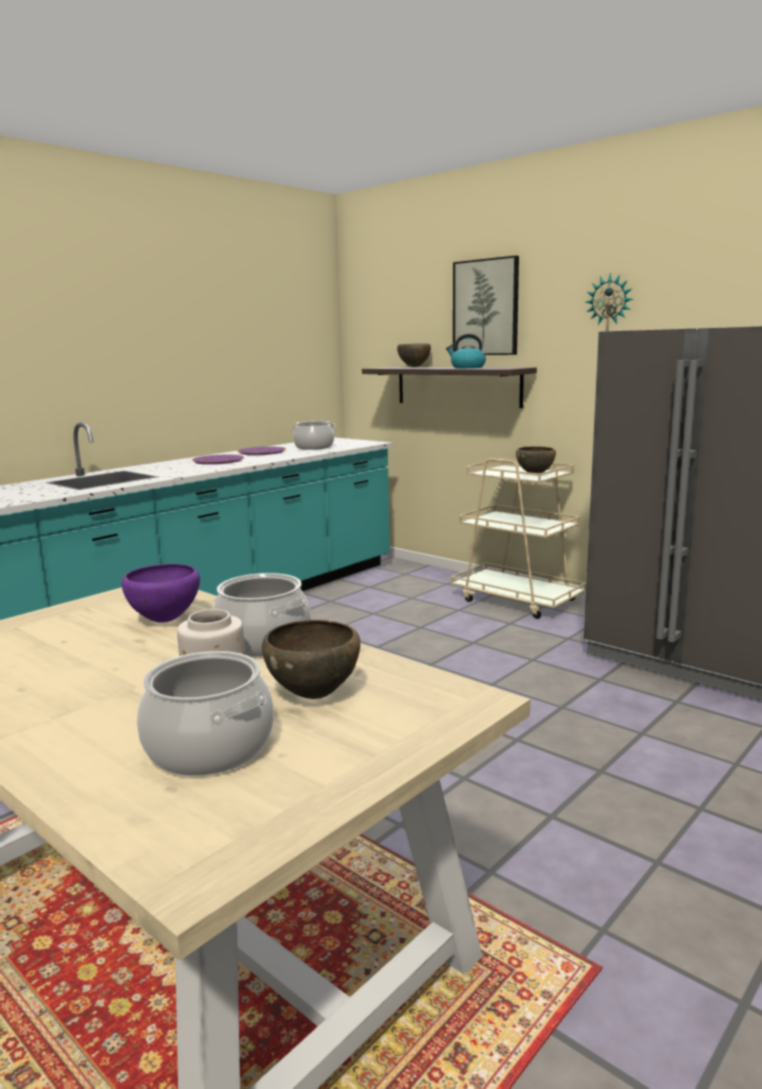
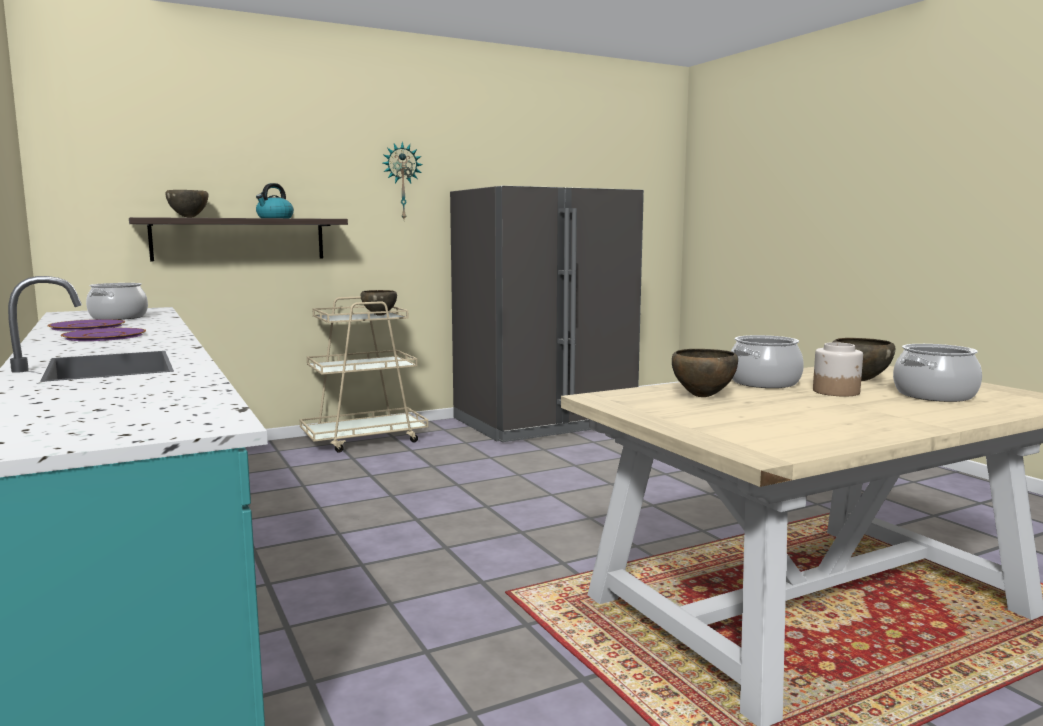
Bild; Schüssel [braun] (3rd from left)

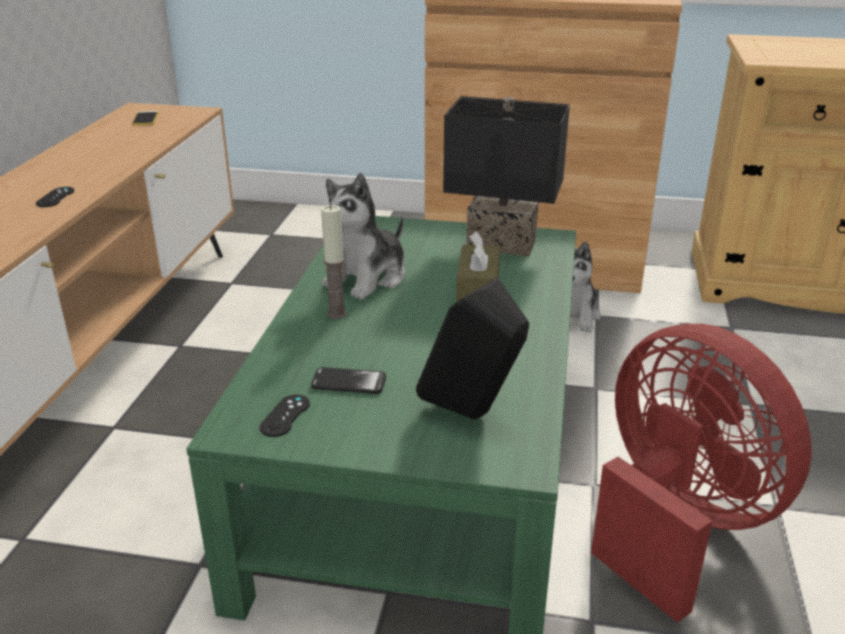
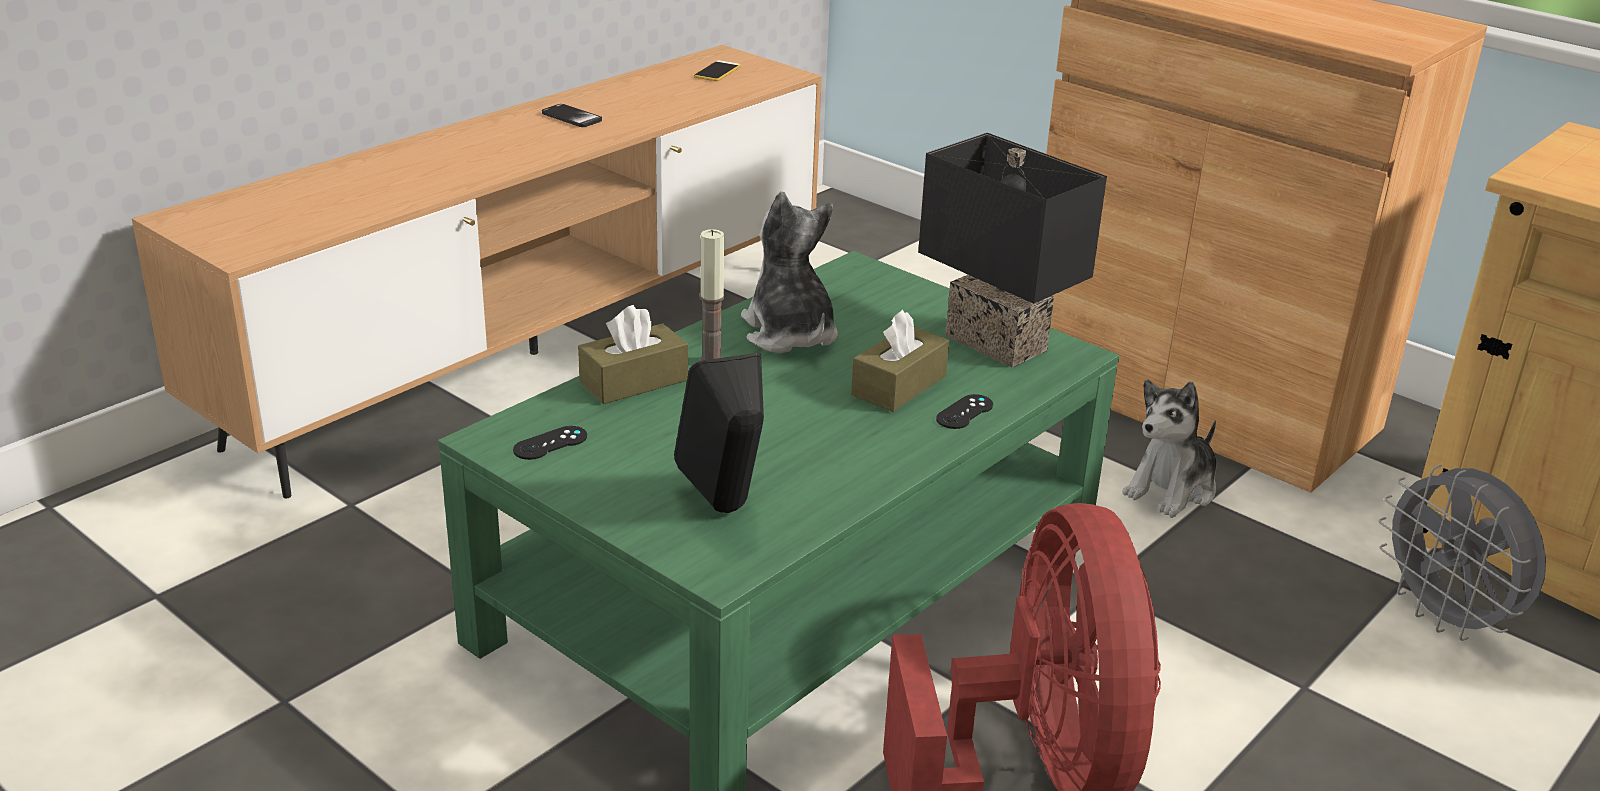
Taschentuchbox [braun] (1st from left); Ventilator [grau]; Gamepad [schwarz] (2nd from left); Handy (1st from left); Plüschtier (1st from left)

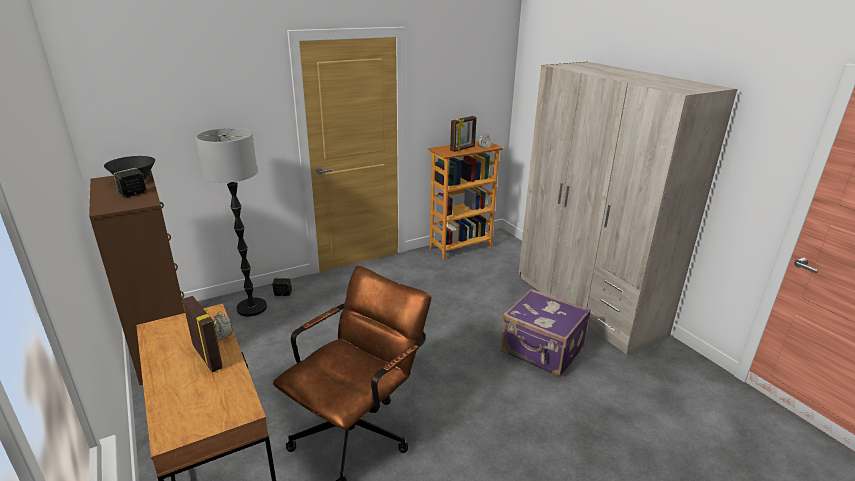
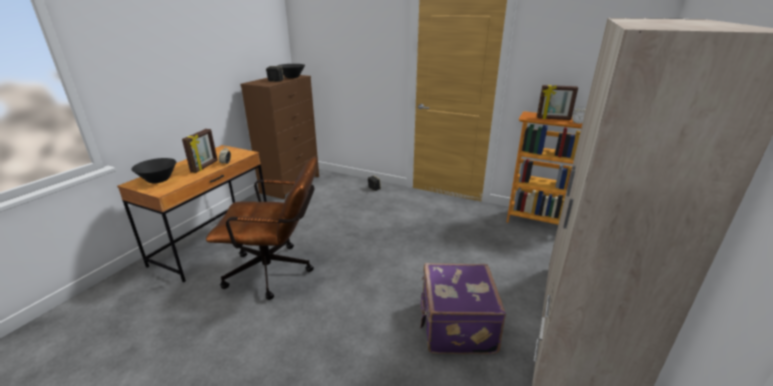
Stehlampe; Schüssel [schwarz] (1st from left)

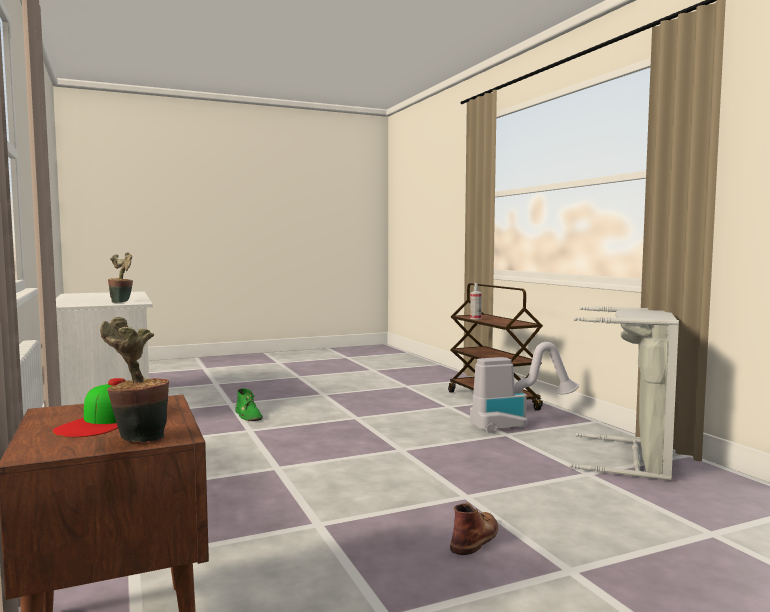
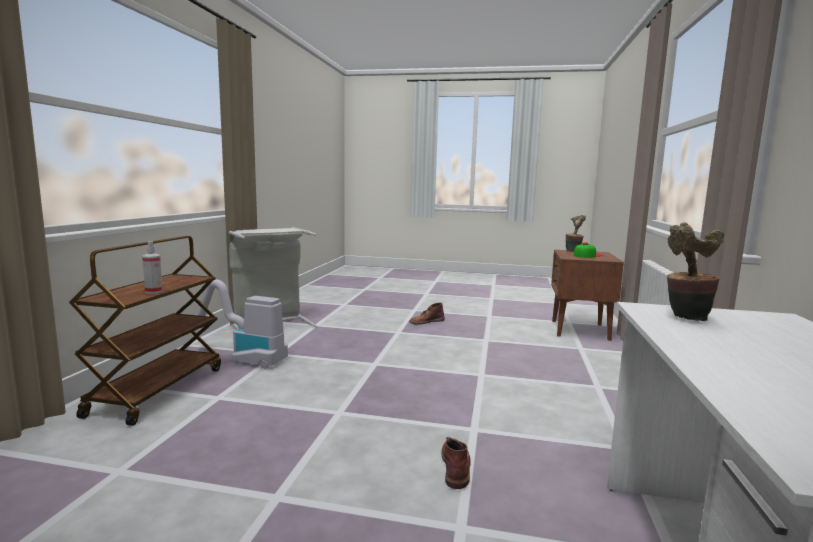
Stiefel [braun] (2nd from left)

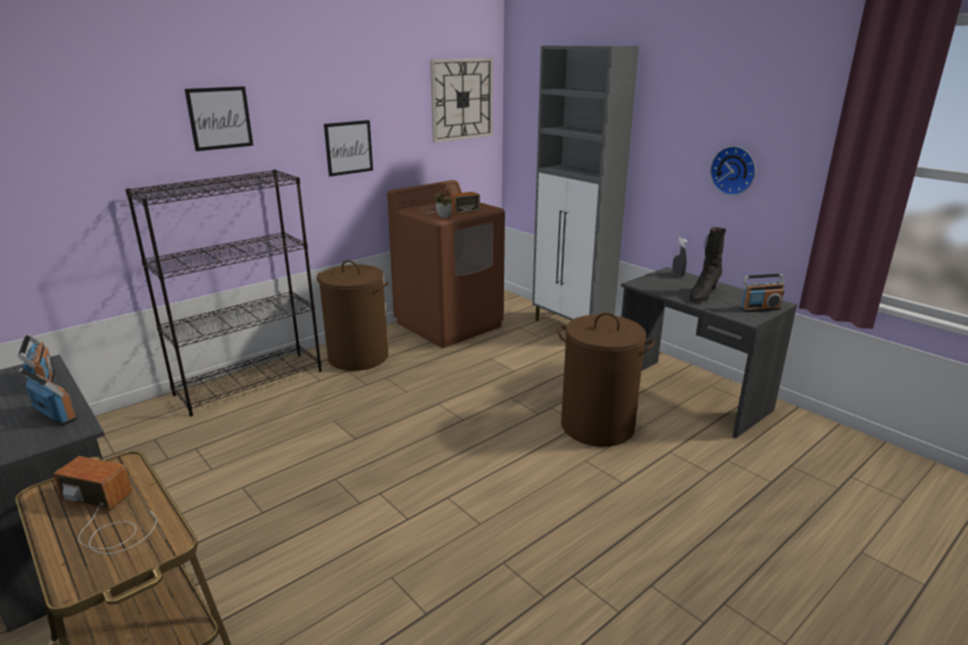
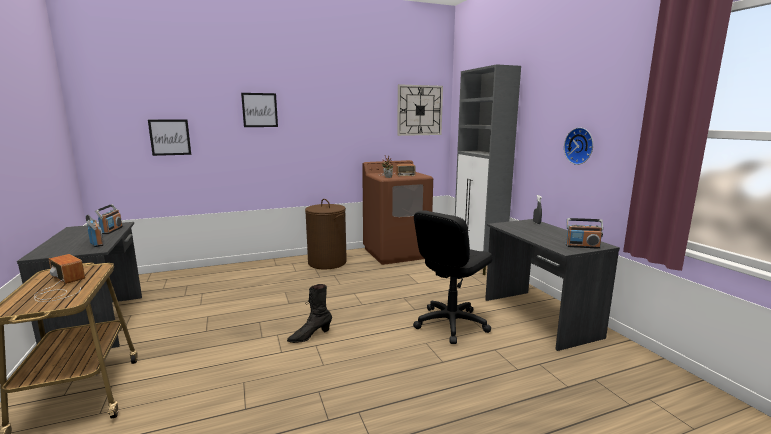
Bücherregal [schwarz]; Bild (1st from left); Stiefel [schwarz]; Bürostuhl [schwarz]

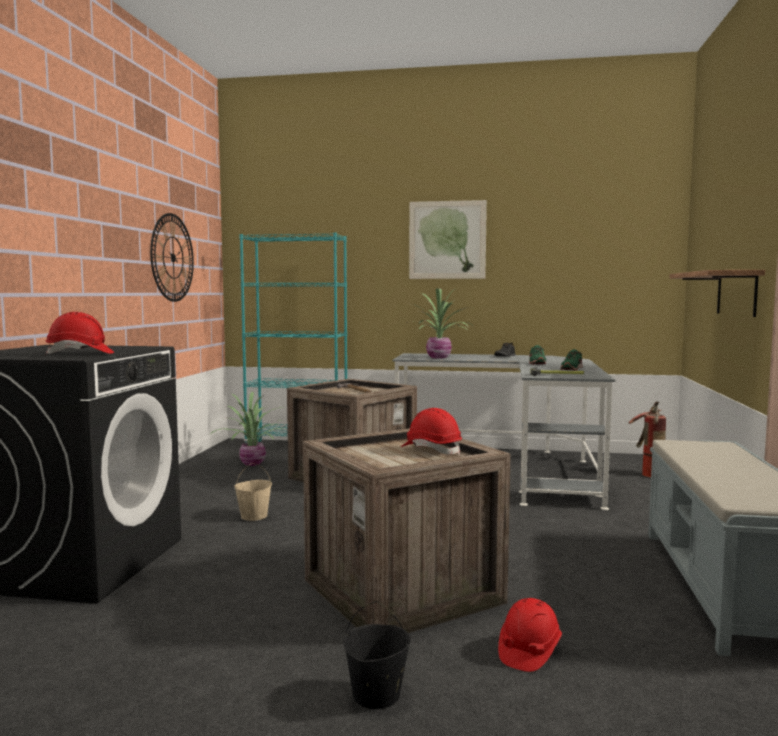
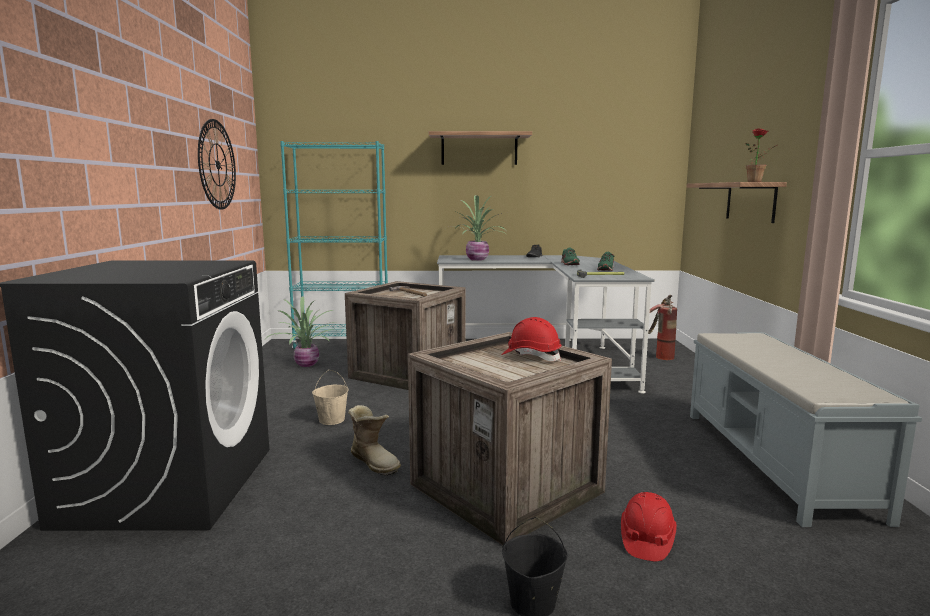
Schutzhelm [rot] (1st from left in the first image); Stiefel; Topfpflanze (3rd from left); Wandregal (1st from left)

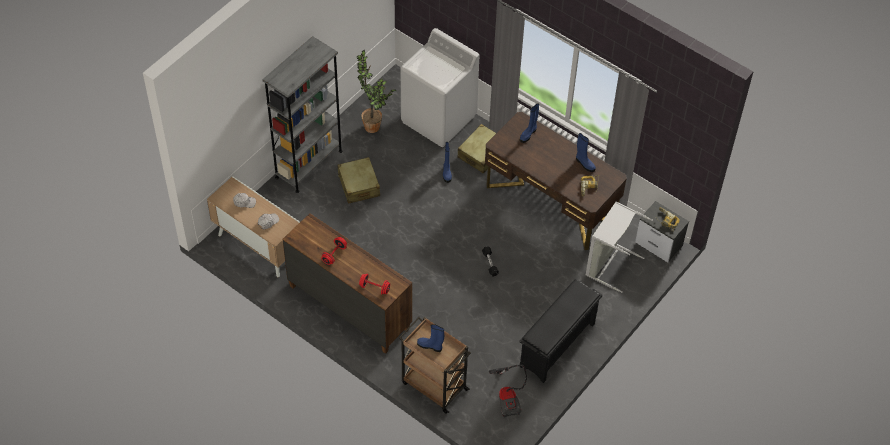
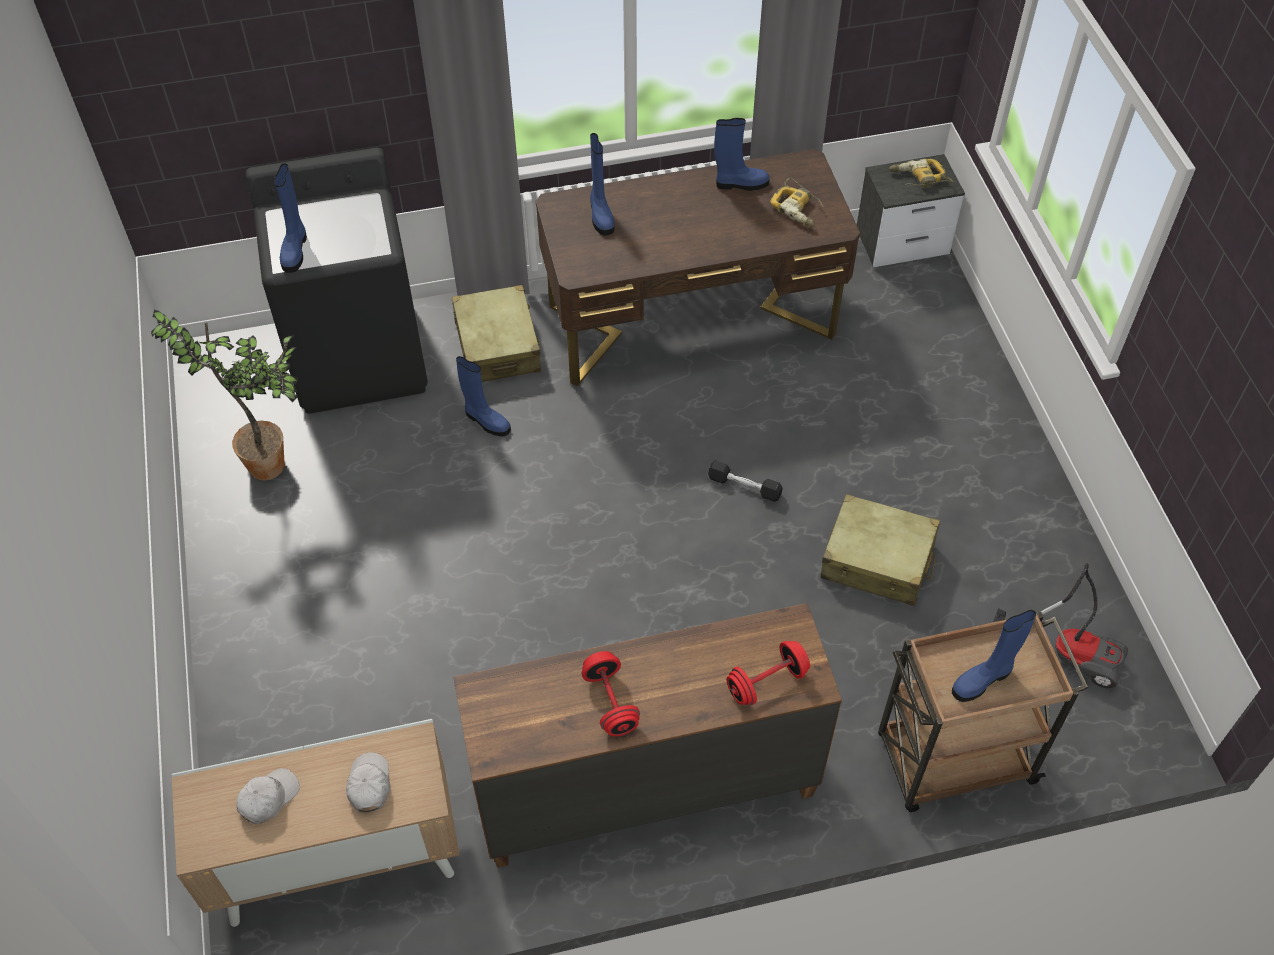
Bücherregal [grau]; Schuhregal [schwarz]; Wäschekorb [grau]; Stiefel [blau] (1st from left); Koffer [beige] (2nd from left); Waschmaschine [schwarz]

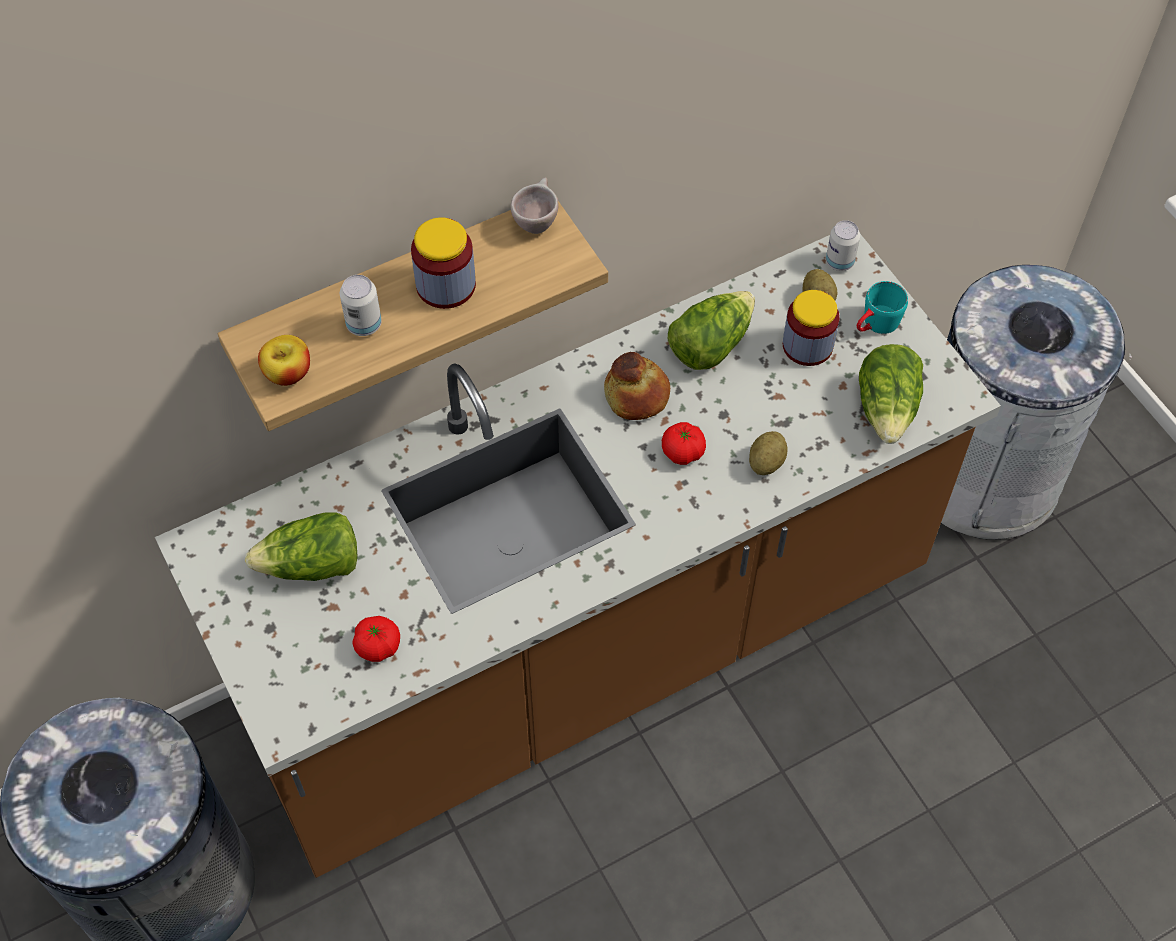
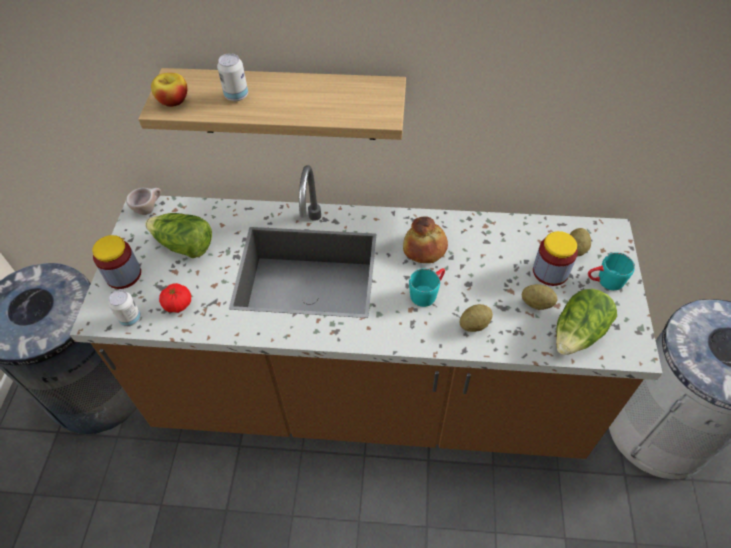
Salatkopf (2nd from left in the first image); Kartoffel (2nd from left); Vorratsglas (1st from left); Tasse [beige]; Dose (1st from left); Henkelbecher [türkis] (1st from left)

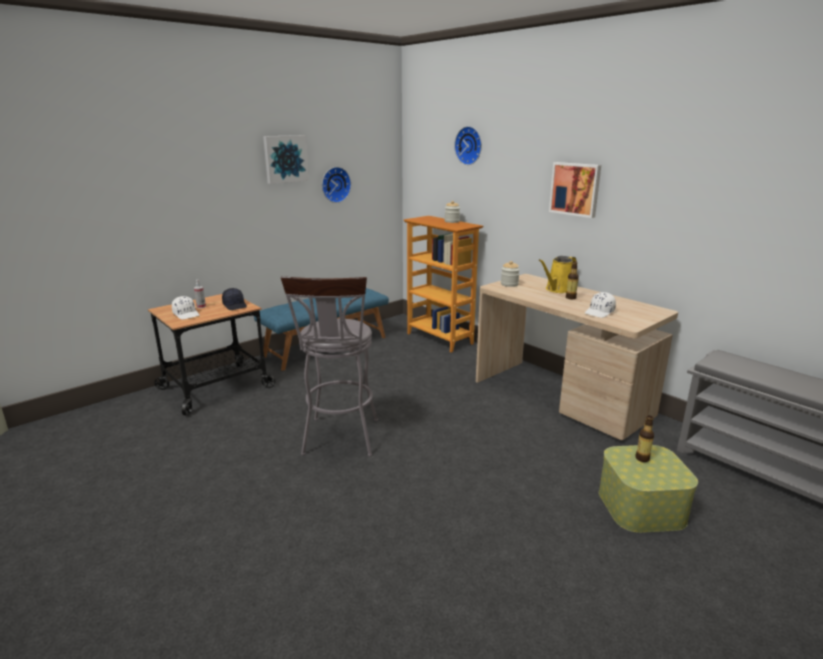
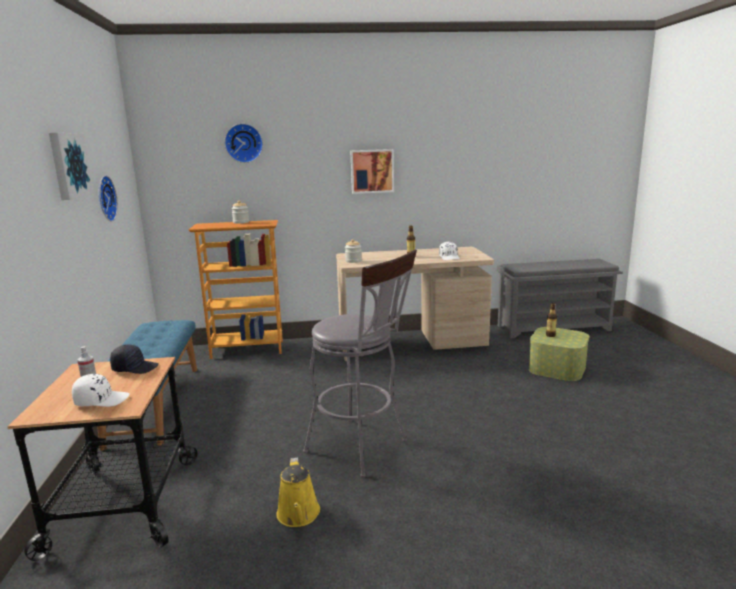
Gießkanne [gelb]

